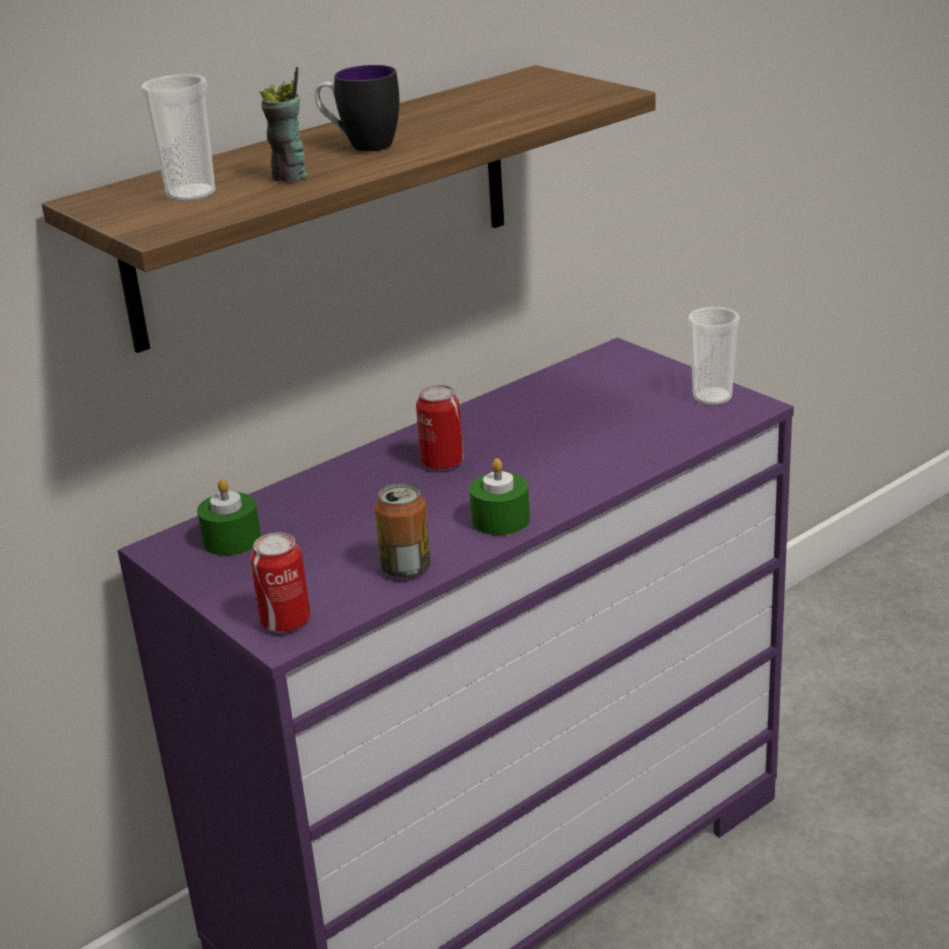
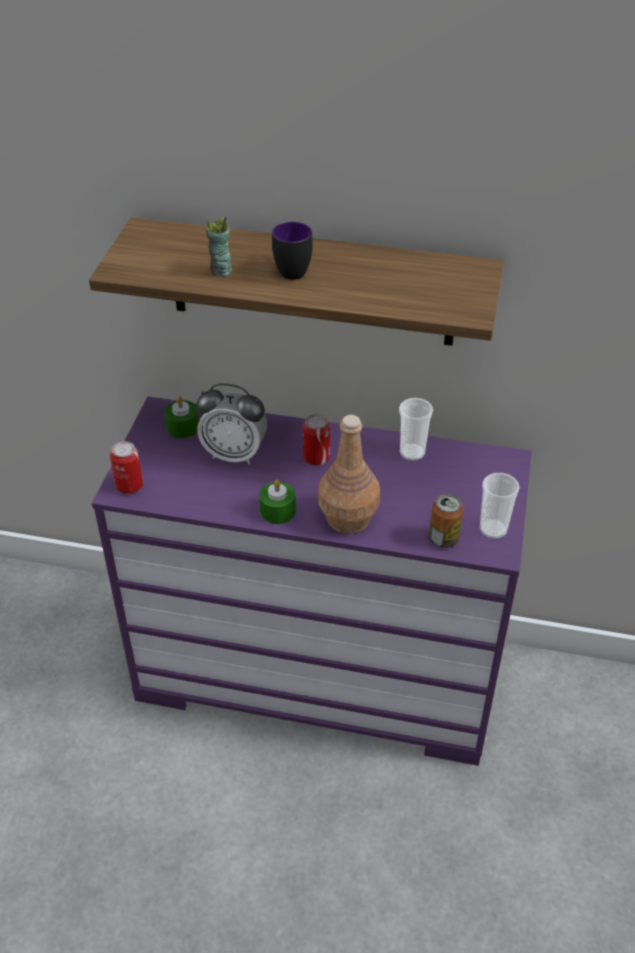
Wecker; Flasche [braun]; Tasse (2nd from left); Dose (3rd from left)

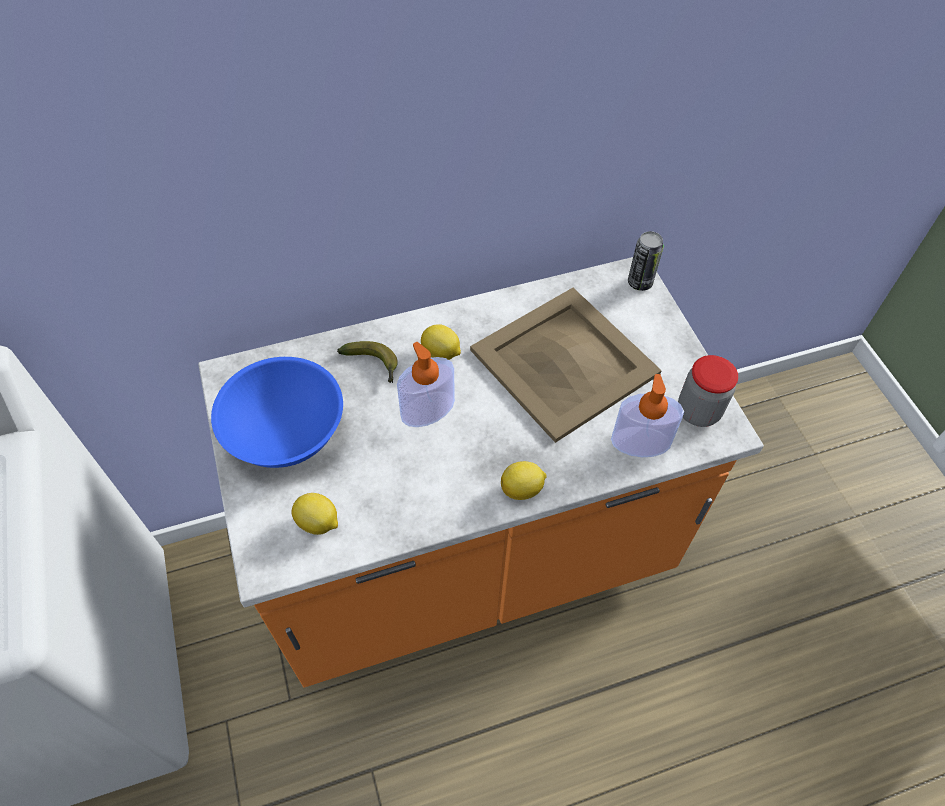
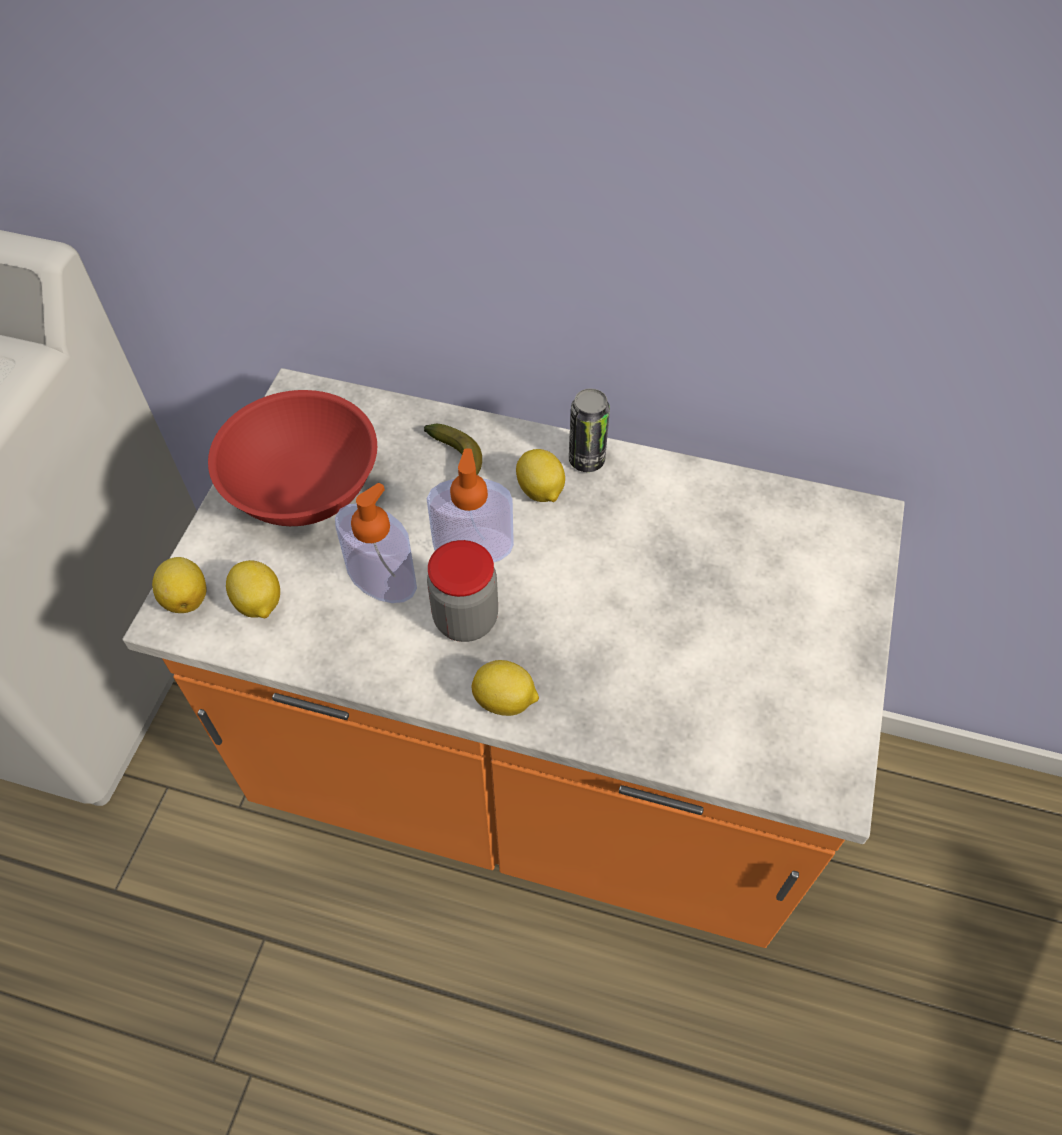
Tablett [beige]; Zitrone (1st from left); Seifenspender (1st from left); Dose; Vorratsglas; Schüssel [rot]

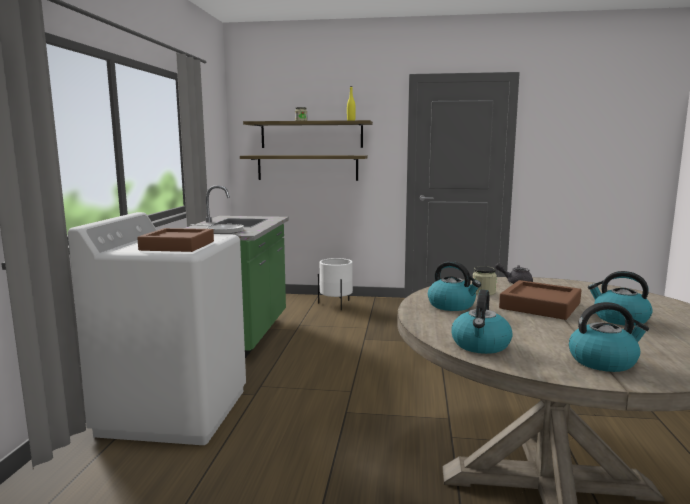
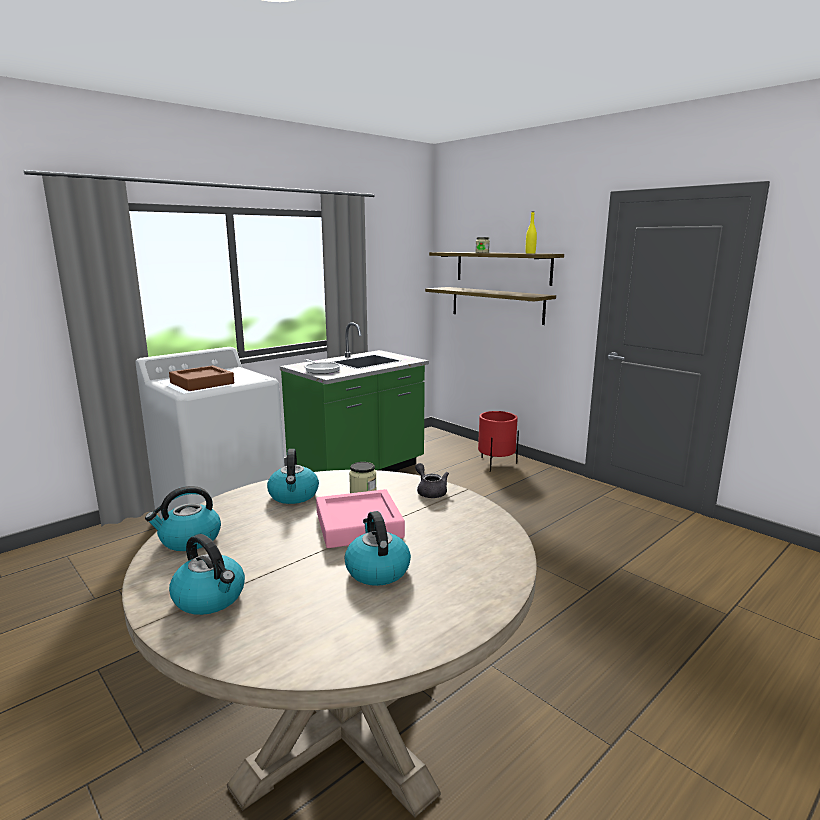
Pflanzkübel [rot]; Tablett [rosa]

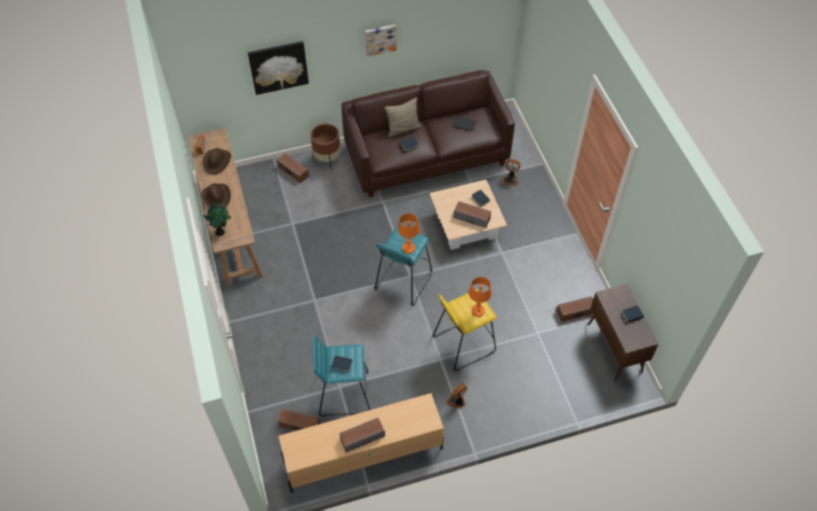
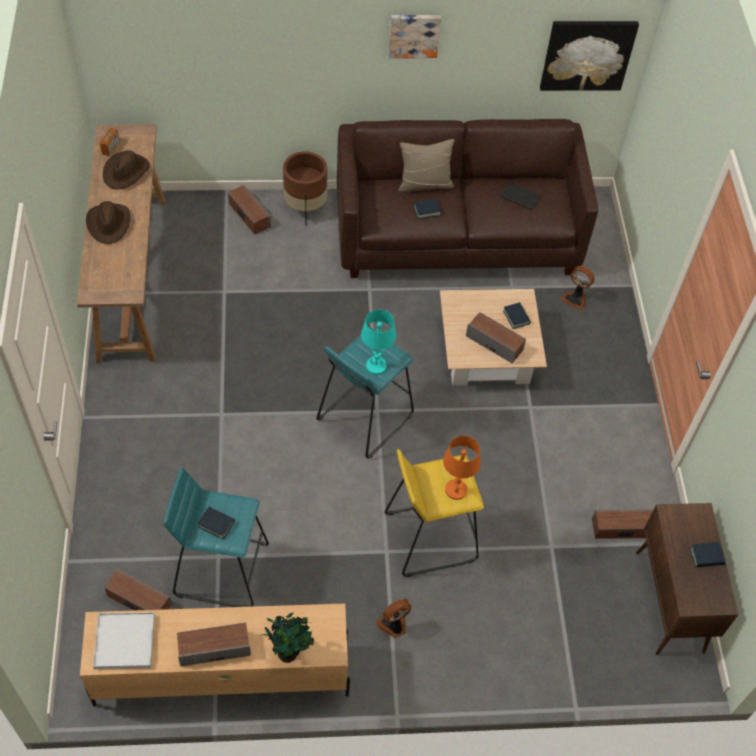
Tablett [weiß]; Topfpflanze; Bild (2nd from left); Tischlampe [türkis]

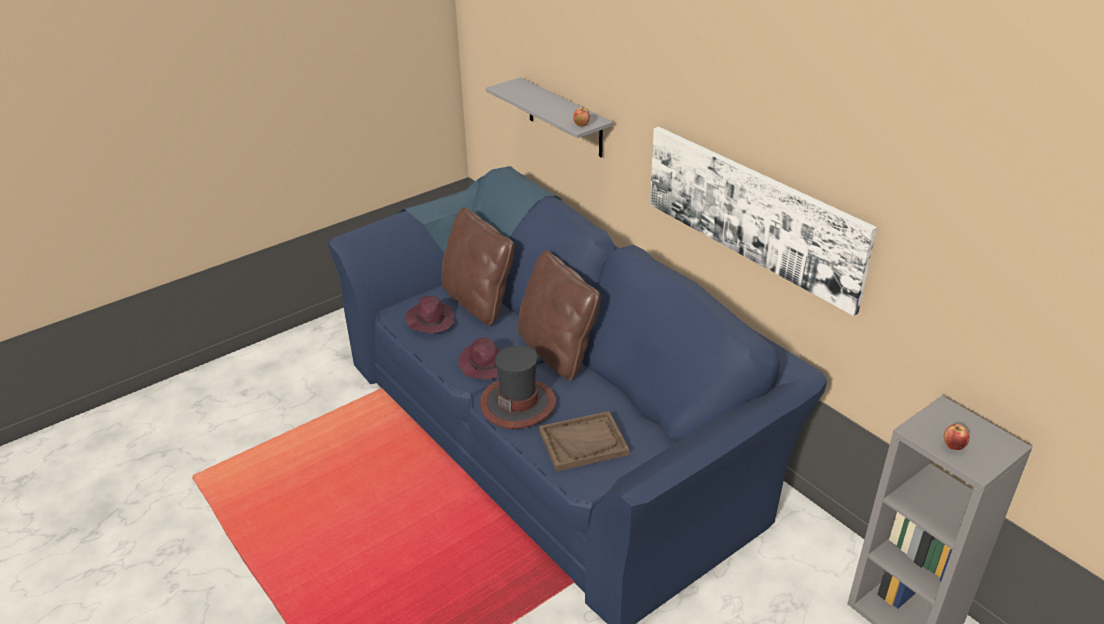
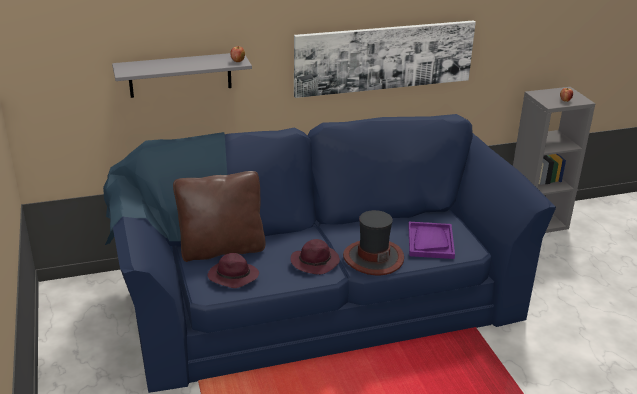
Kissen [braun] (2nd from left in the first image); Tablett [lila]

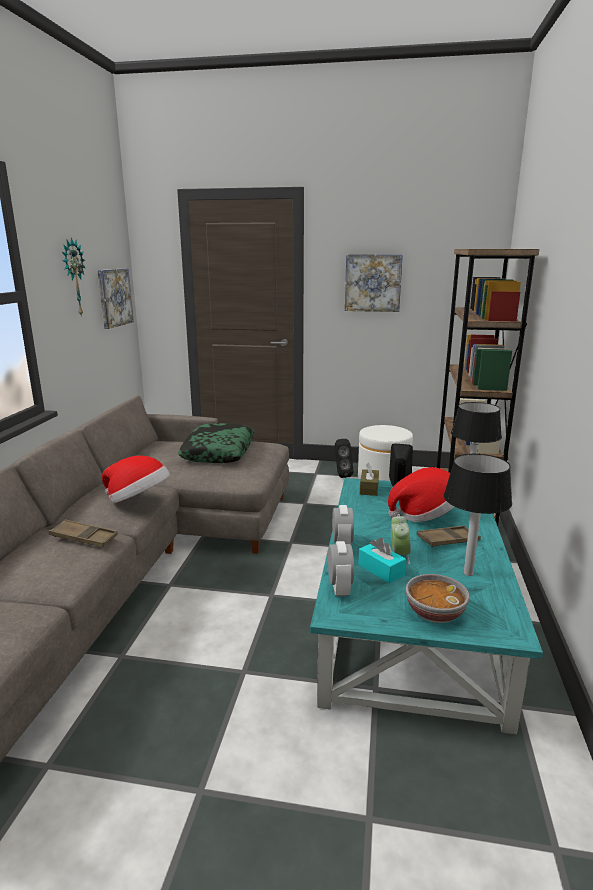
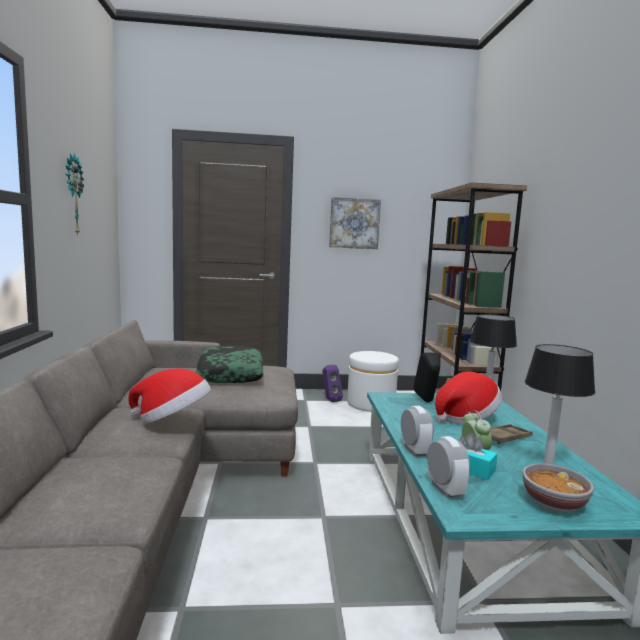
Tablett [braun] (1st from left in the first image); Bild (1st from left in the first image); Taschentuchbox [braun]; Lautsprecher [lila]

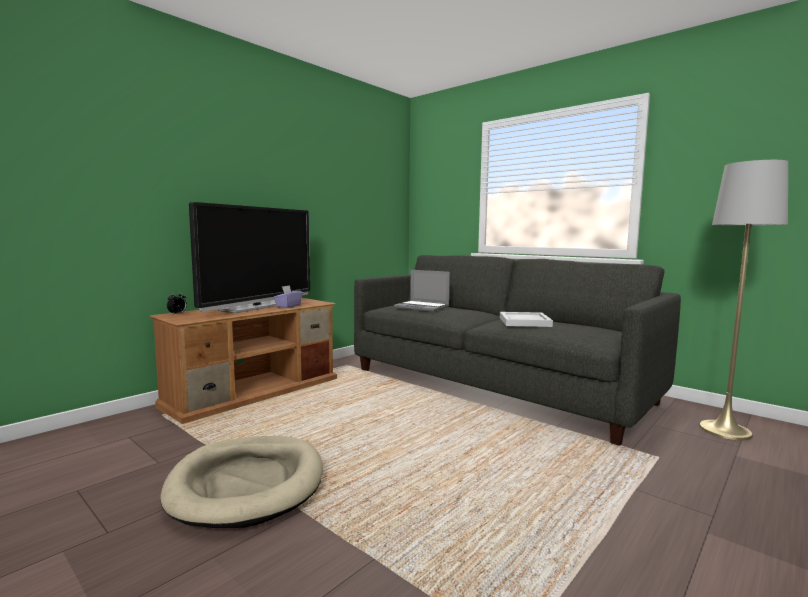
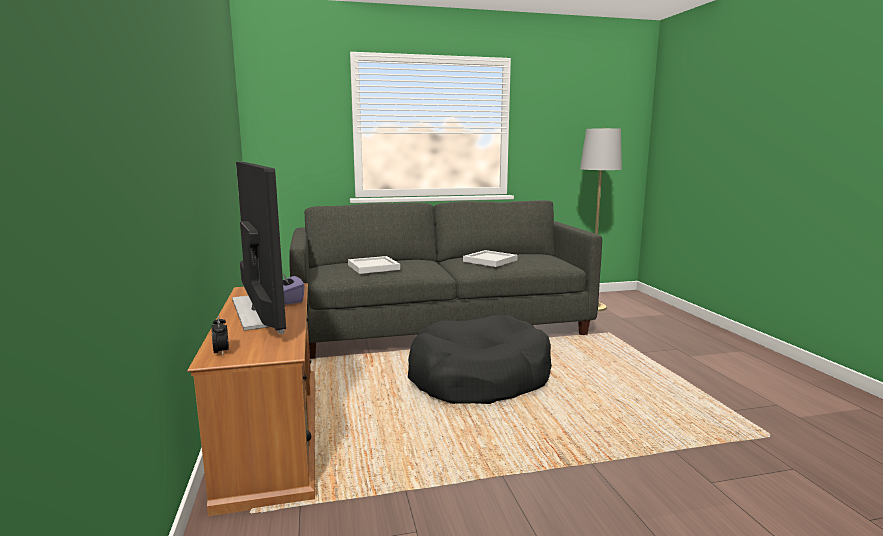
Hundebett [beige]; Hundebett [schwarz]; Tablett [weiß] (1st from left)

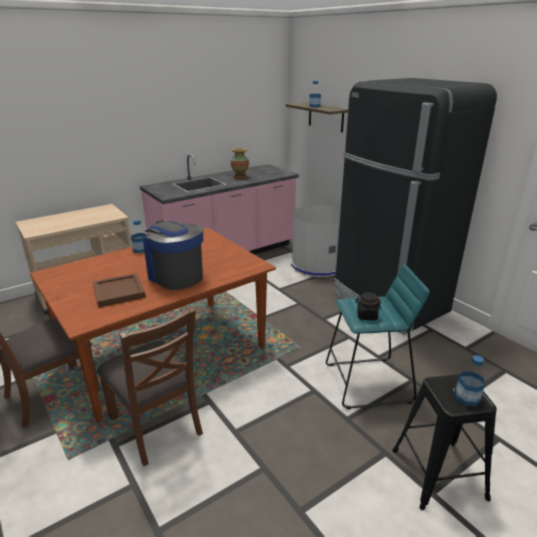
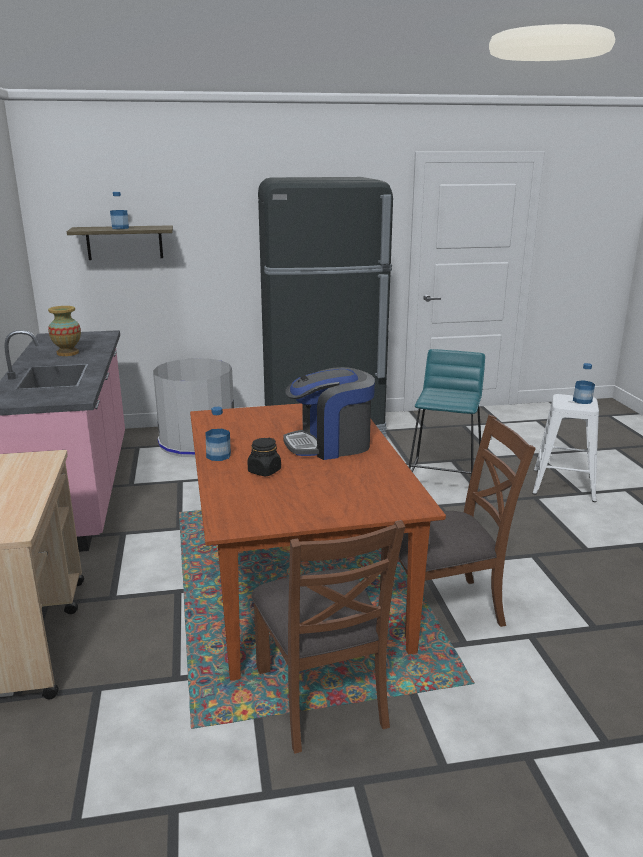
Tablett [braun]; Vorratsglas [schwarz]; Hocker [weiß]

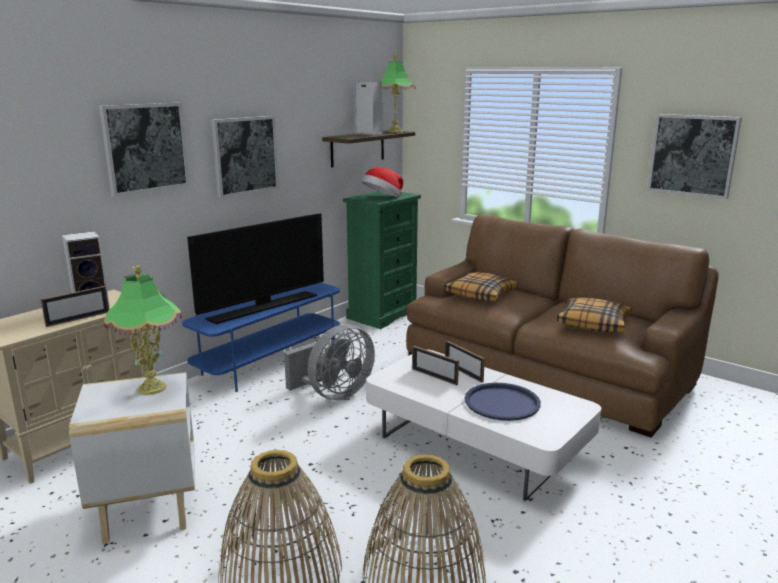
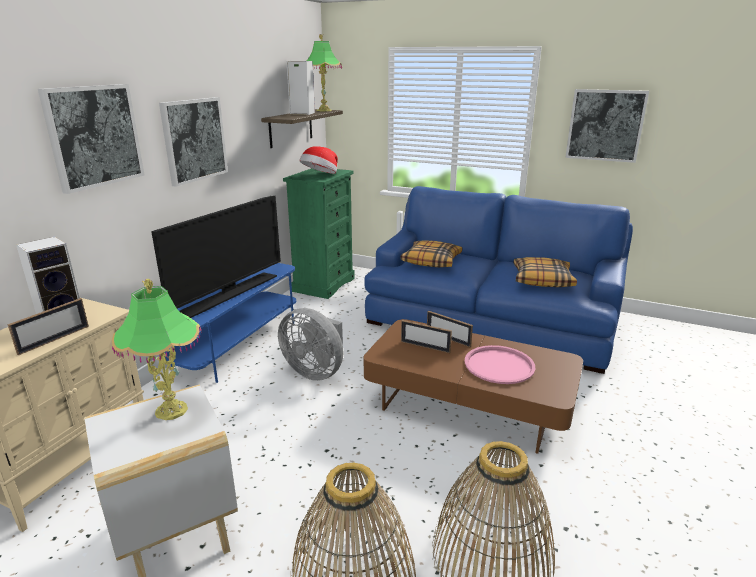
Couchtisch [braun]; Sofa [blau]; Tablett [rosa]; Ventilator [grau]

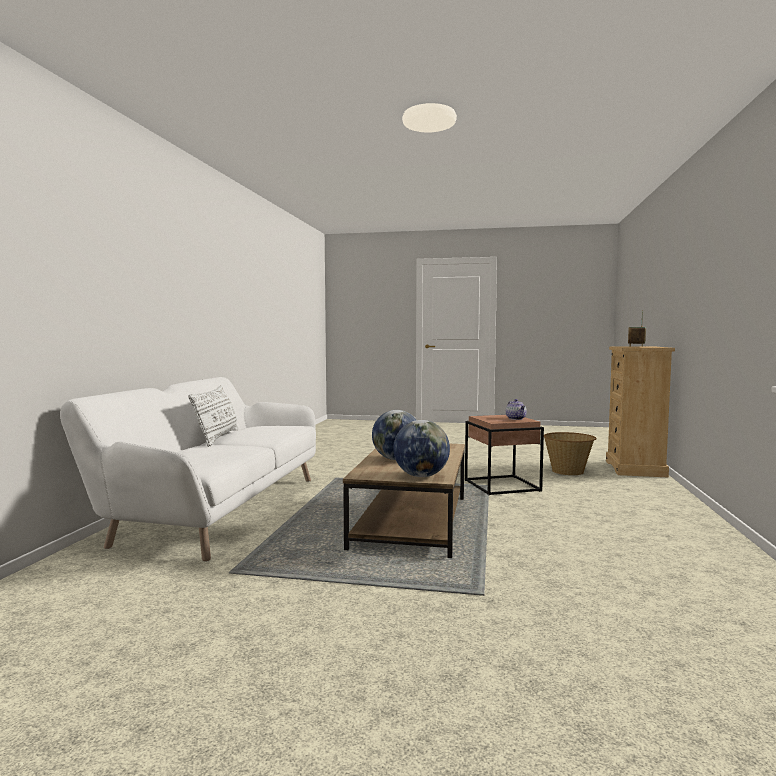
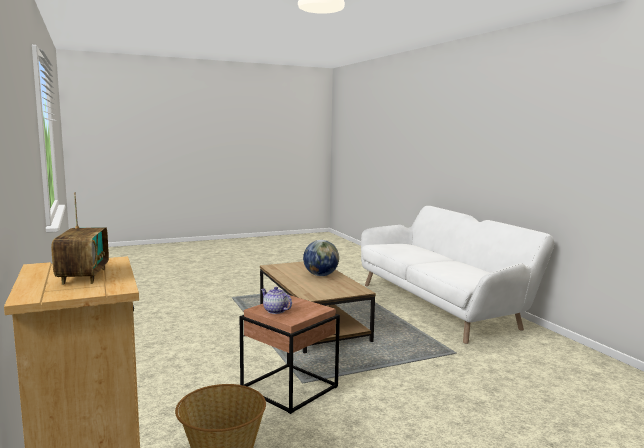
Kissen [weiß]; Globus (2nd from left in the first image)

